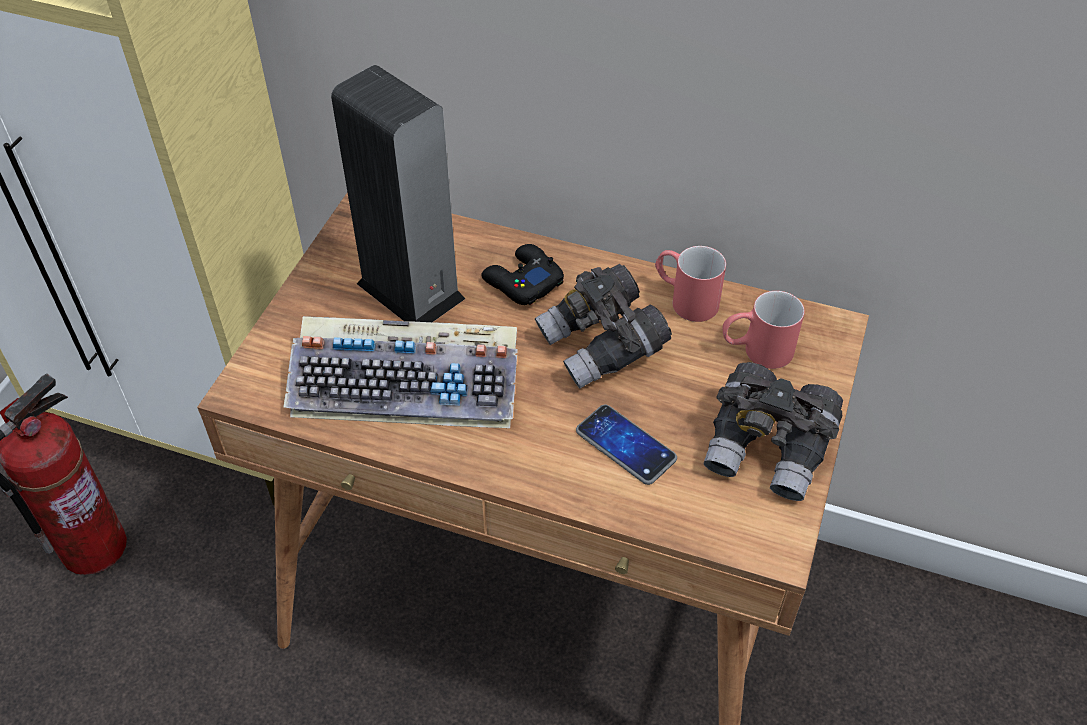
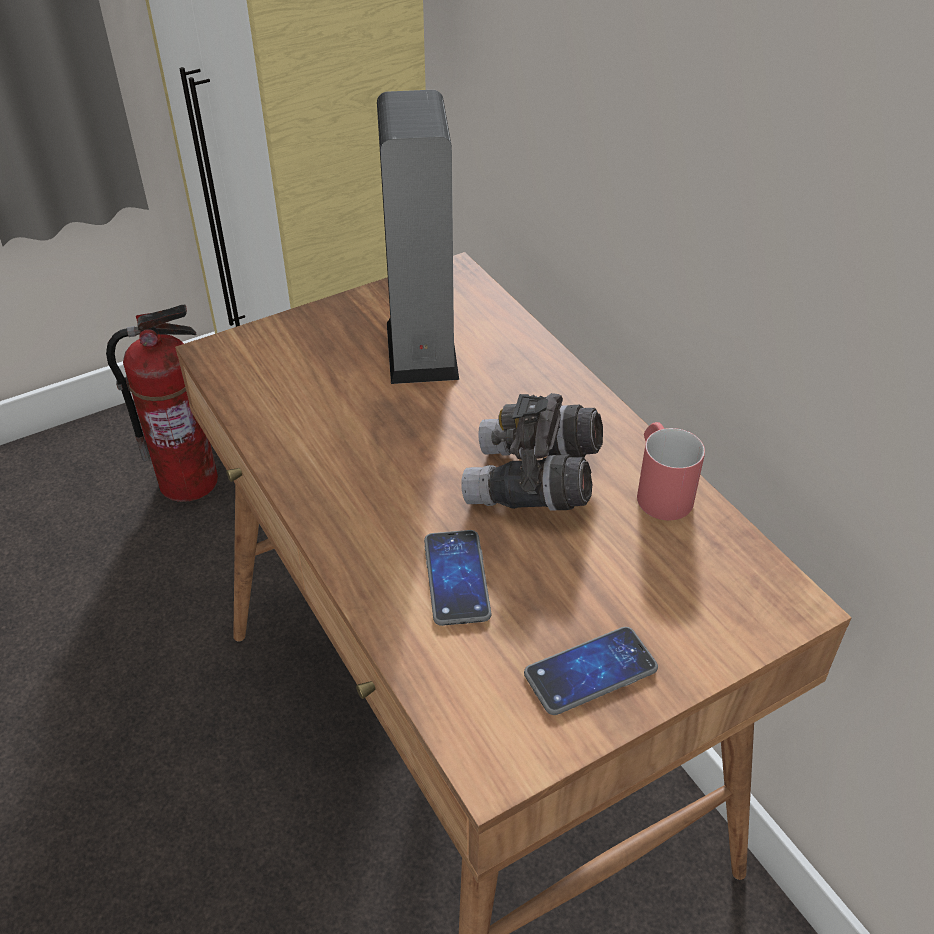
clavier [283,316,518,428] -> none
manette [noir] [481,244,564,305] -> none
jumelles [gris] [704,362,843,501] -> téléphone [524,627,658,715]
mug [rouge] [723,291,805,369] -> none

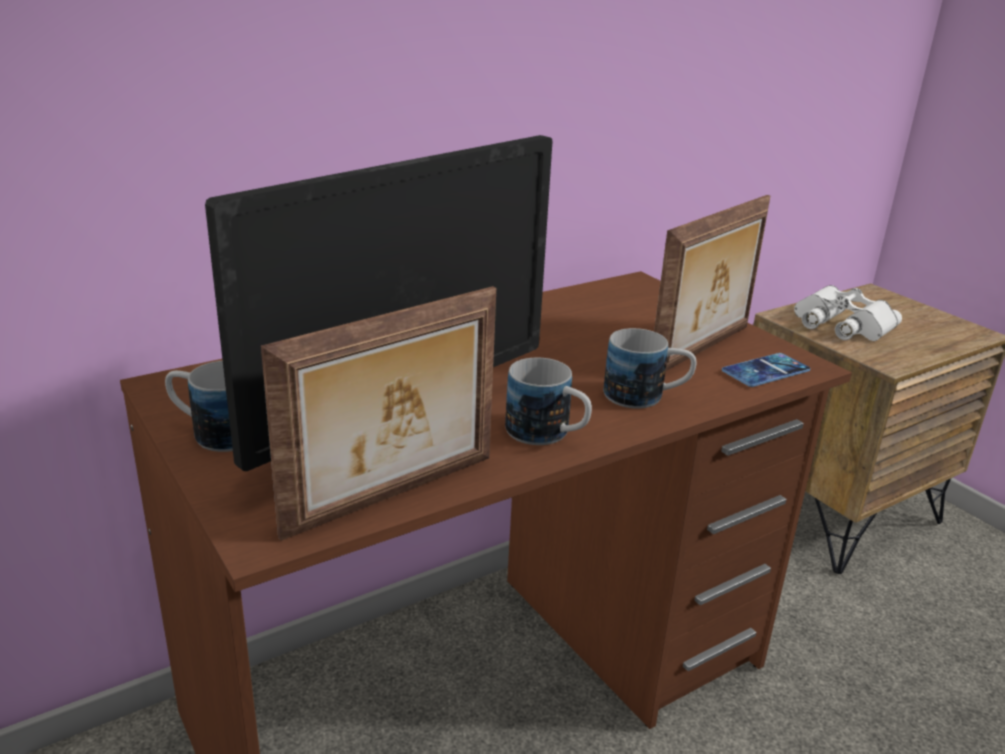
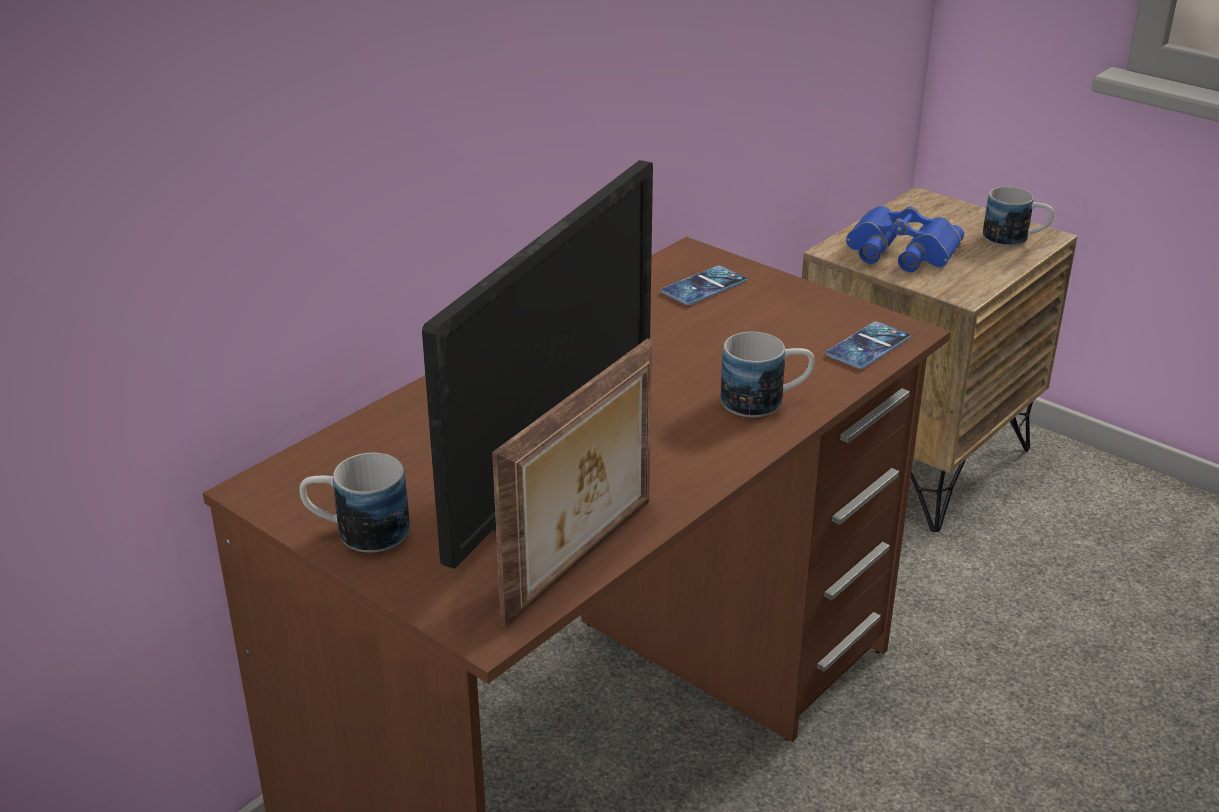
mug [505,357,592,445] -> mug [983,187,1054,247], move
cadre photo [654,195,770,371] -> none
jumelles [blanc] [794,285,902,341] -> jumelles [bleu] [846,205,964,272]
none -> téléphone [661,266,747,305]

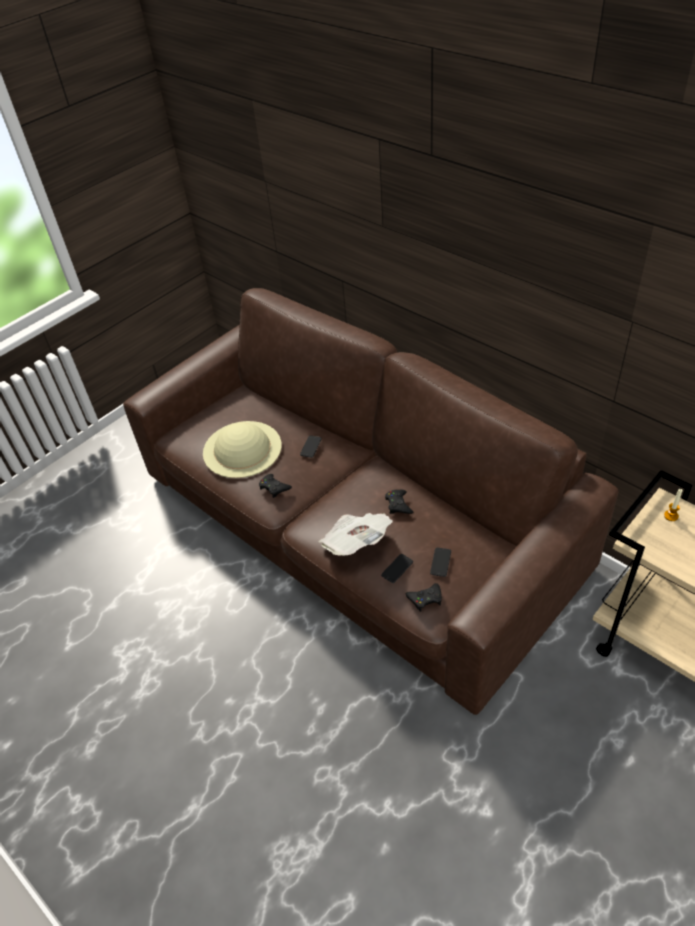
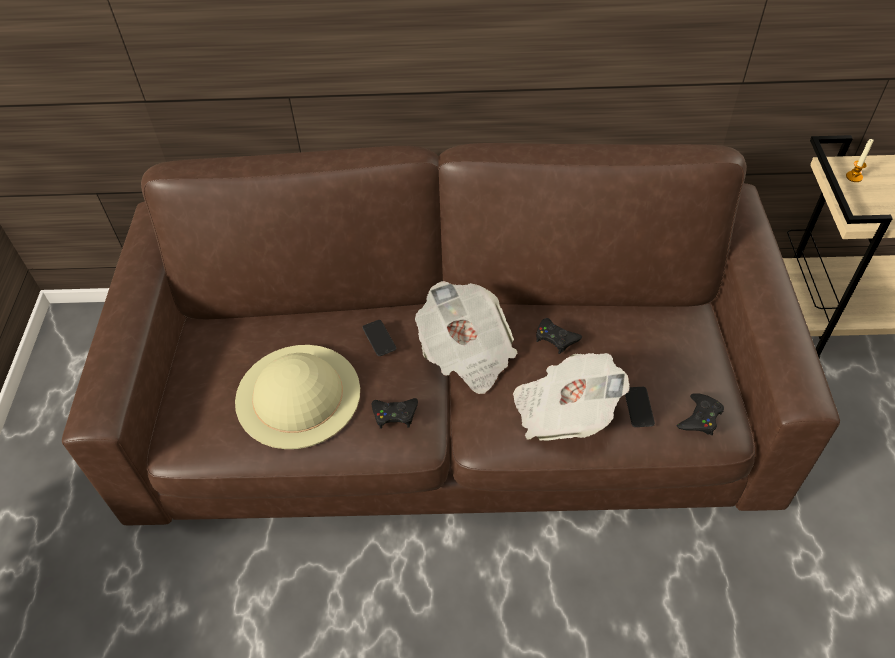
téléphone [430,547,451,577] -> none
none -> journal [415,281,517,394]

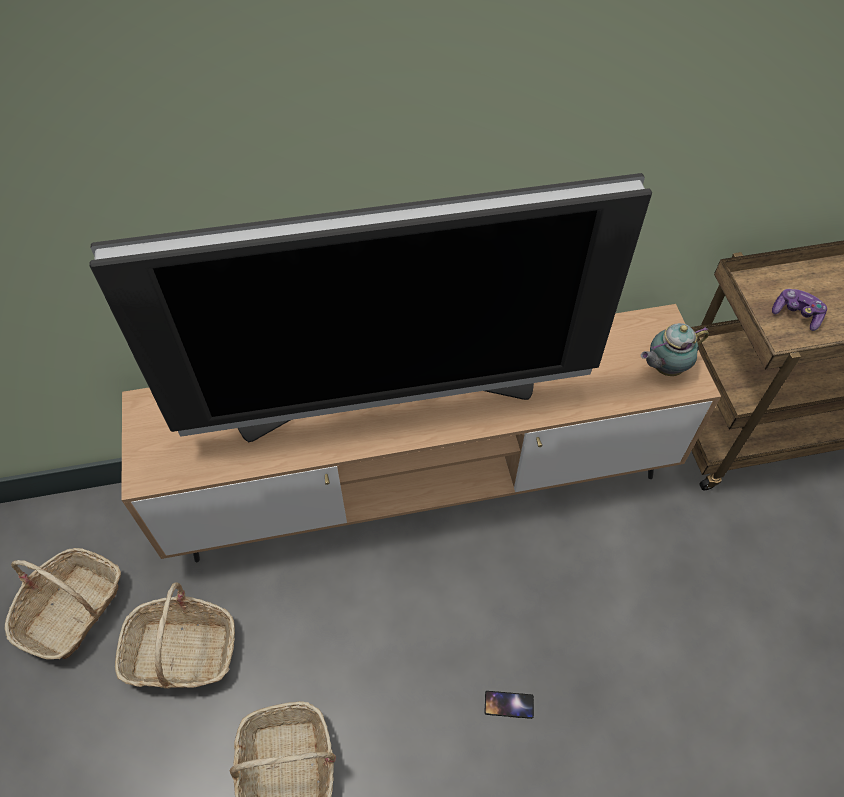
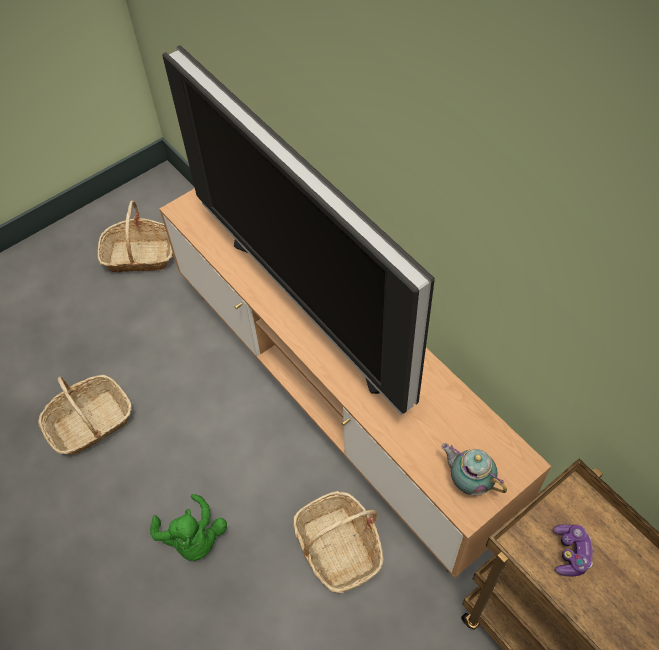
panier [115,582,235,689] -> panier [293,491,384,593], move
téléphone [484,691,534,719] -> peluche [vert] [150,494,227,561]

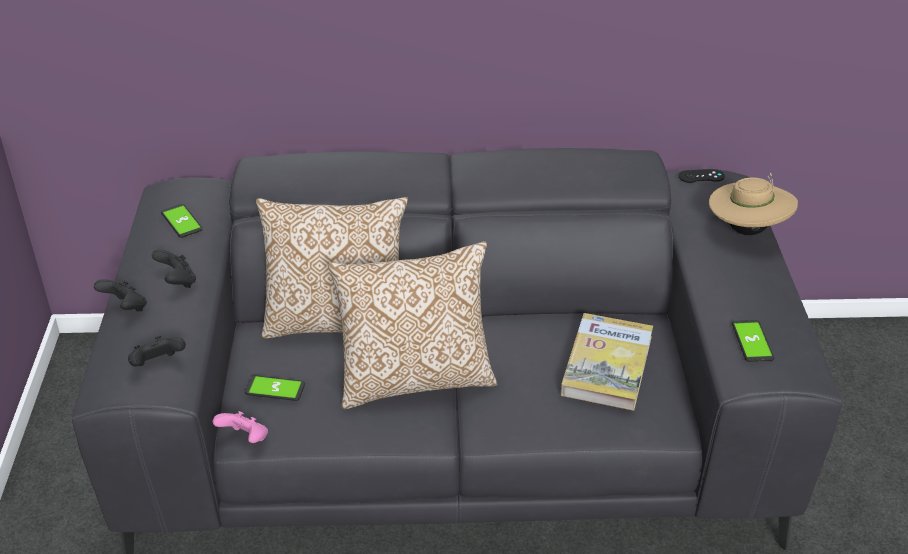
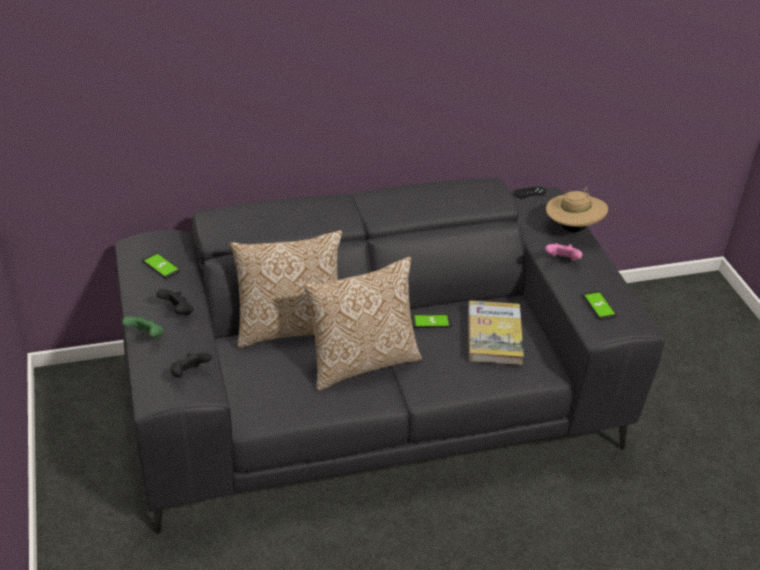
manette [noir] [94,279,147,311] -> manette [vert] [122,316,164,338]
manette [rose] [213,411,268,443] -> manette [rose] [545,243,582,261], move
téléphone [245,375,305,401] -> téléphone [411,314,452,328], move

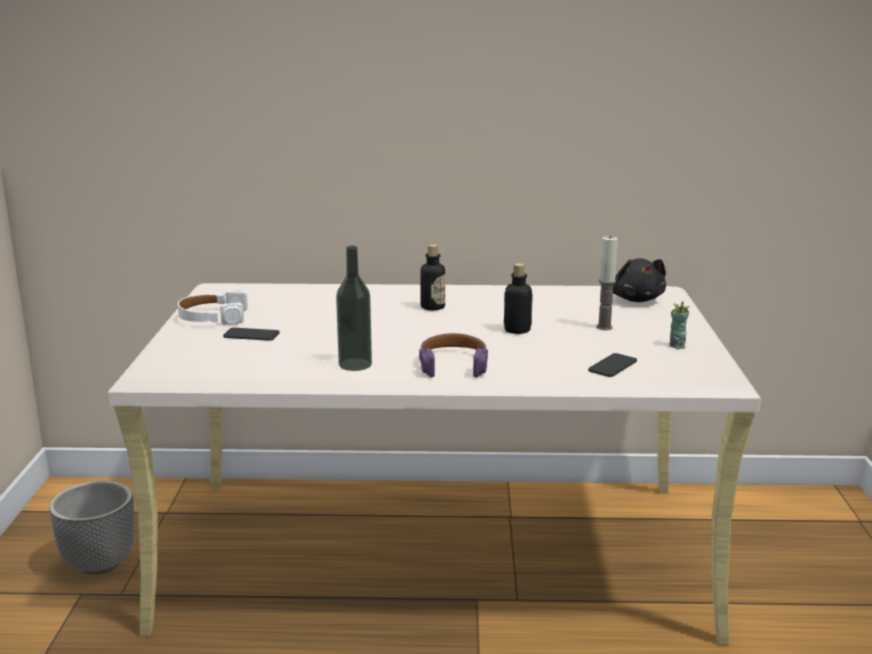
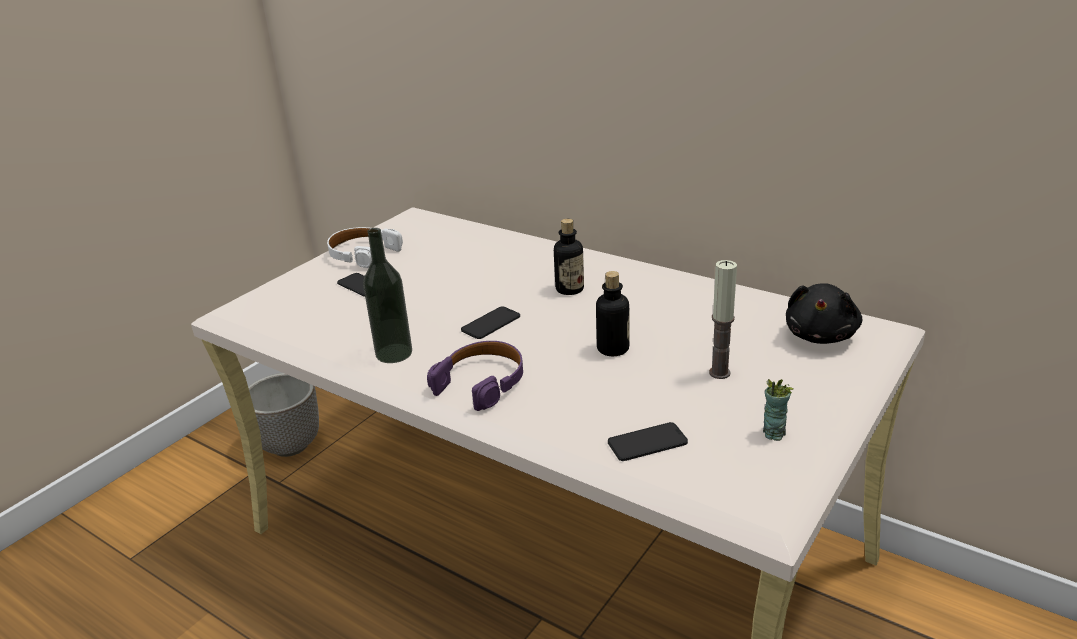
none -> téléphone [461,306,520,339]

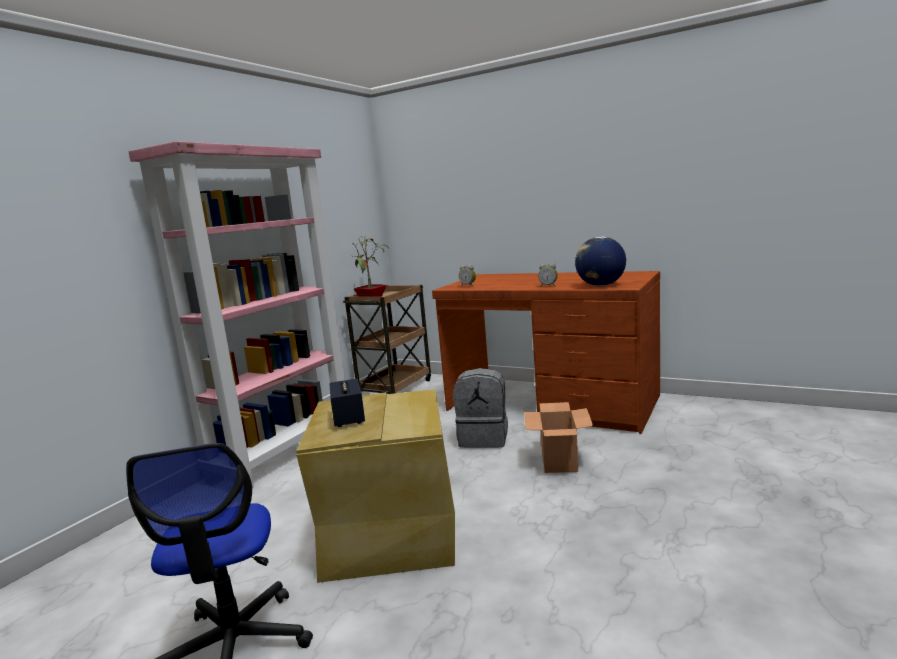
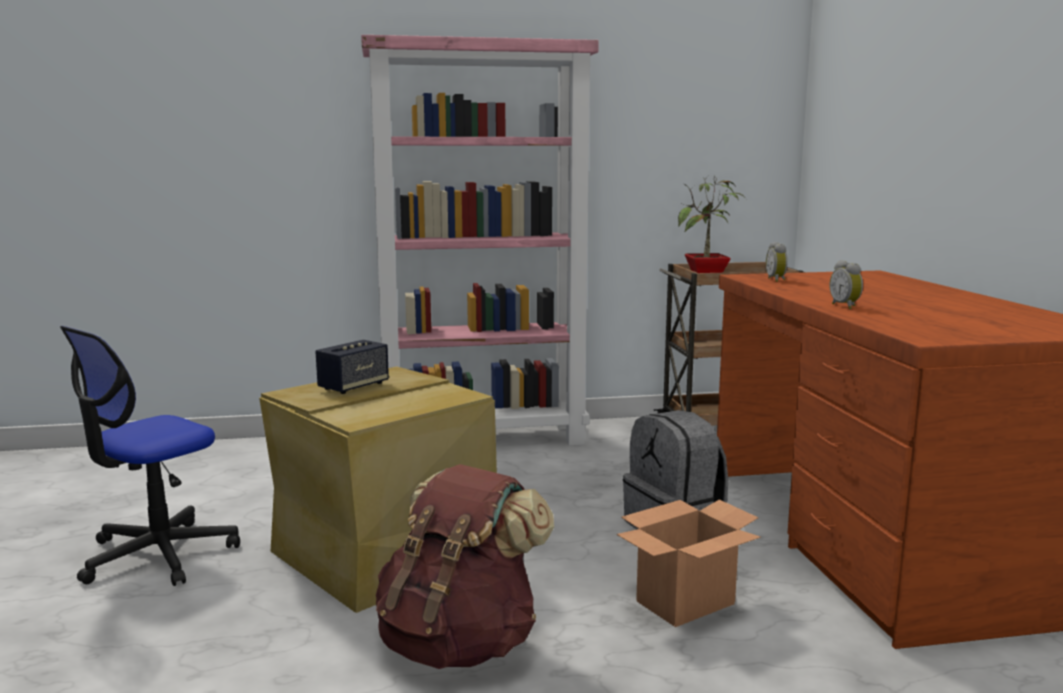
globe [575,237,626,286] -> none
none -> sac à dos [marron] [376,464,554,669]

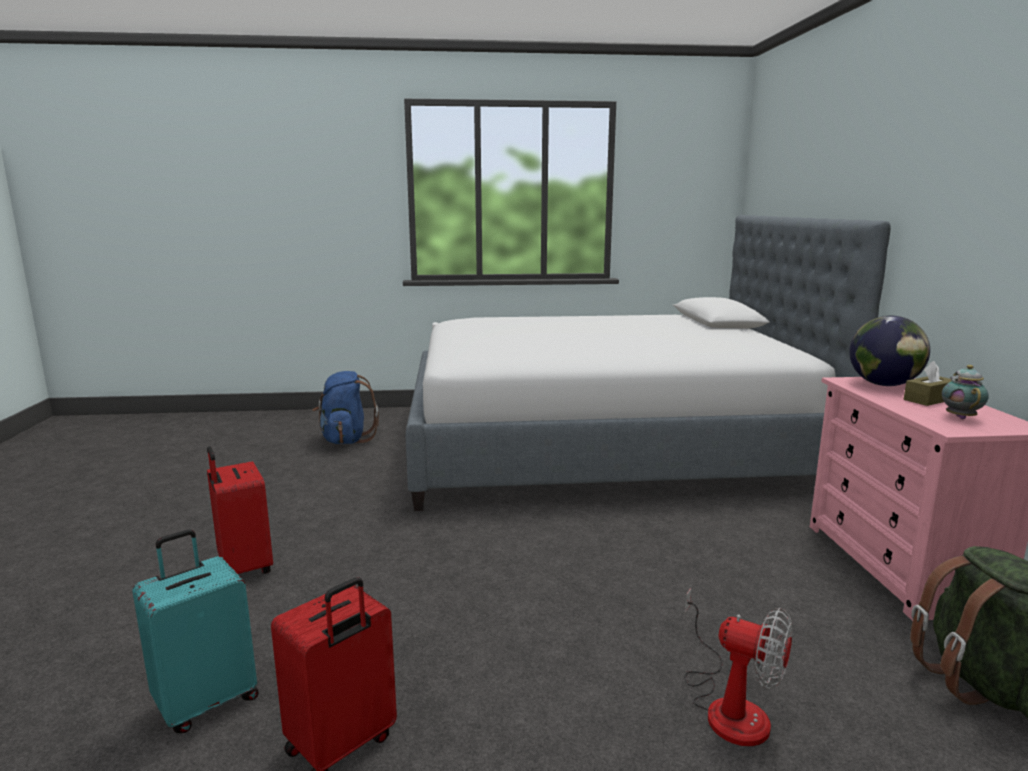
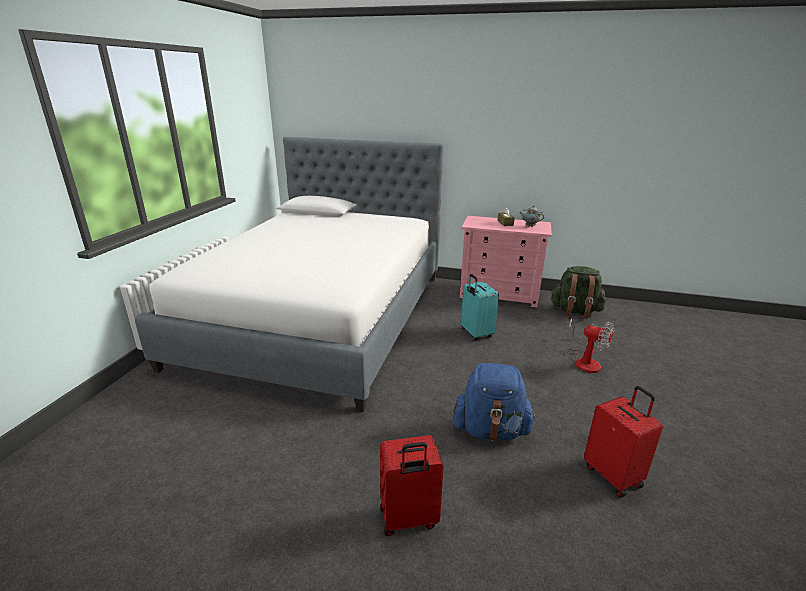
valise [turquoise] [132,529,259,733] -> valise [turquoise] [461,274,499,341], move
sac à dos [bleu] [312,371,379,444] -> sac à dos [bleu] [453,363,536,441], move
ventilateur [684,588,793,746] -> ventilateur [567,319,614,373], 75 degrees clockwise
globe [849,316,930,386] -> none

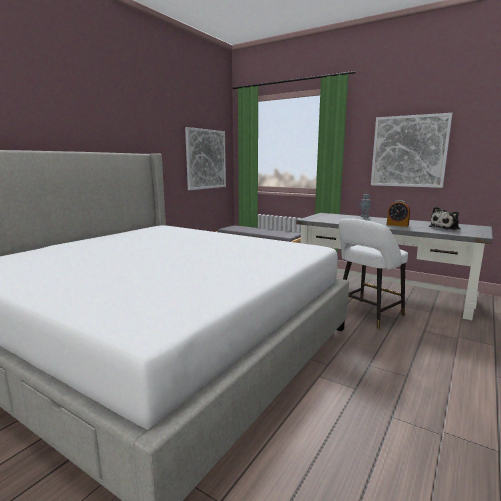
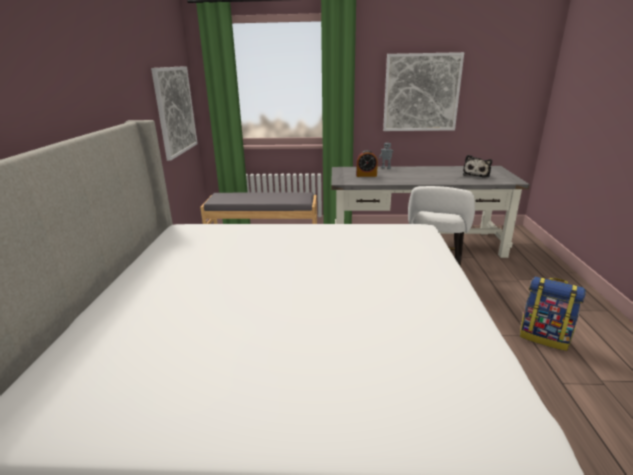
réveil [387,200,410,227] -> réveil [356,150,378,177], move
none -> sac à dos [520,276,586,351]

